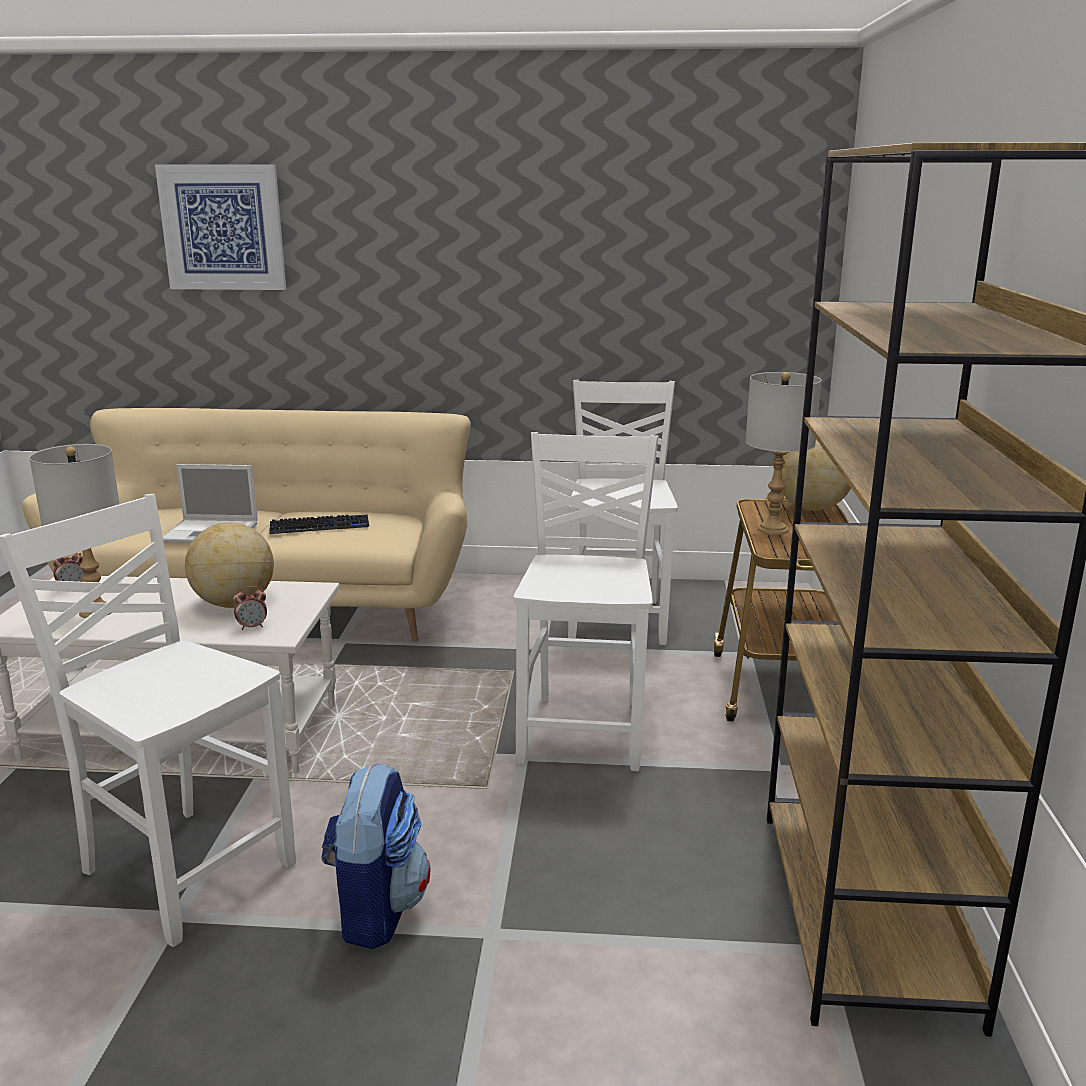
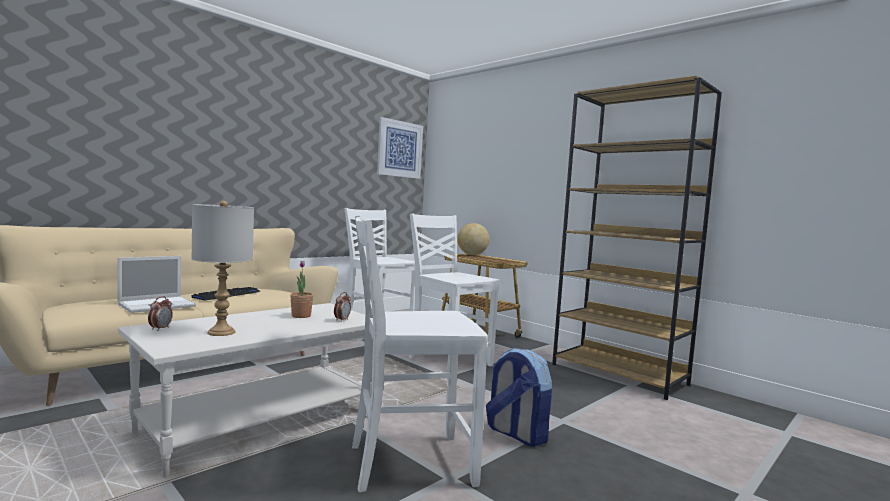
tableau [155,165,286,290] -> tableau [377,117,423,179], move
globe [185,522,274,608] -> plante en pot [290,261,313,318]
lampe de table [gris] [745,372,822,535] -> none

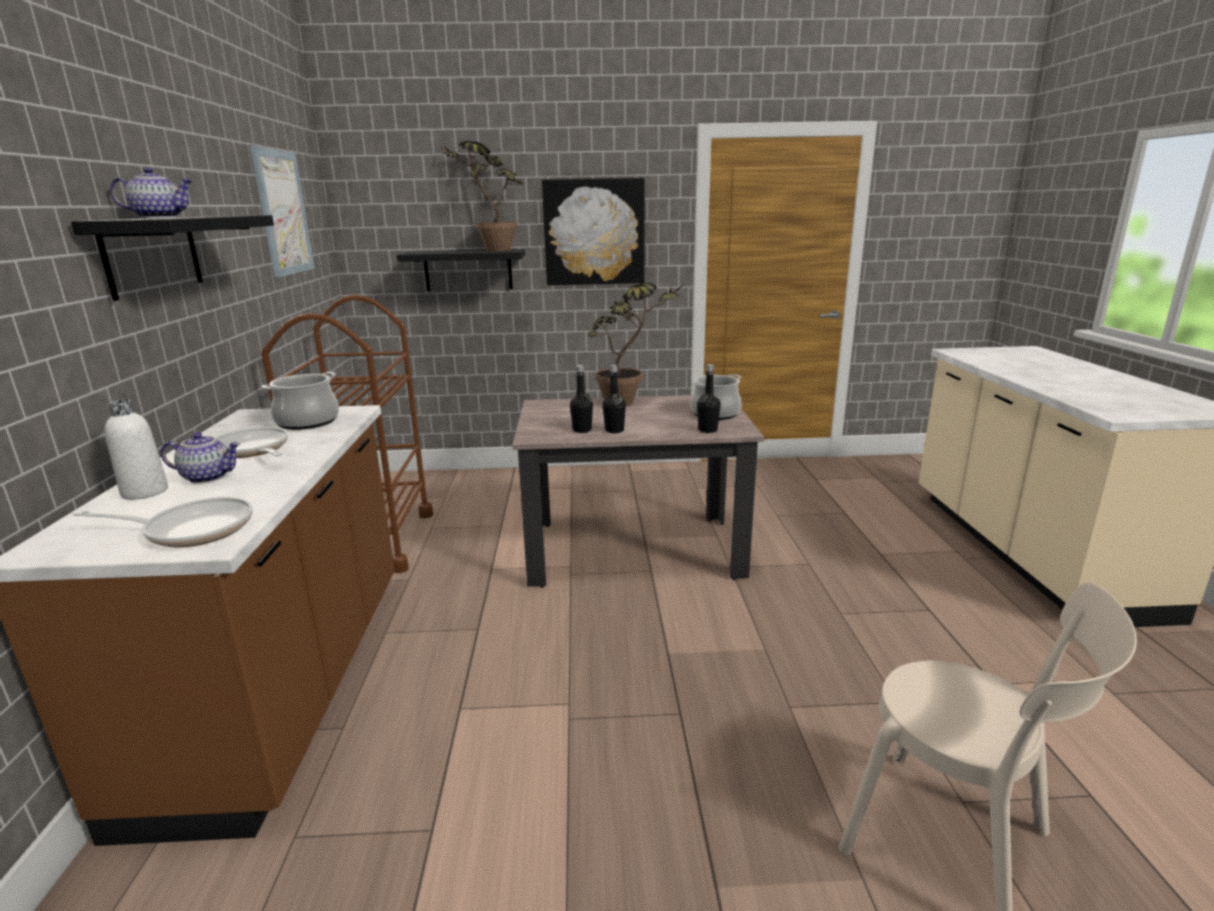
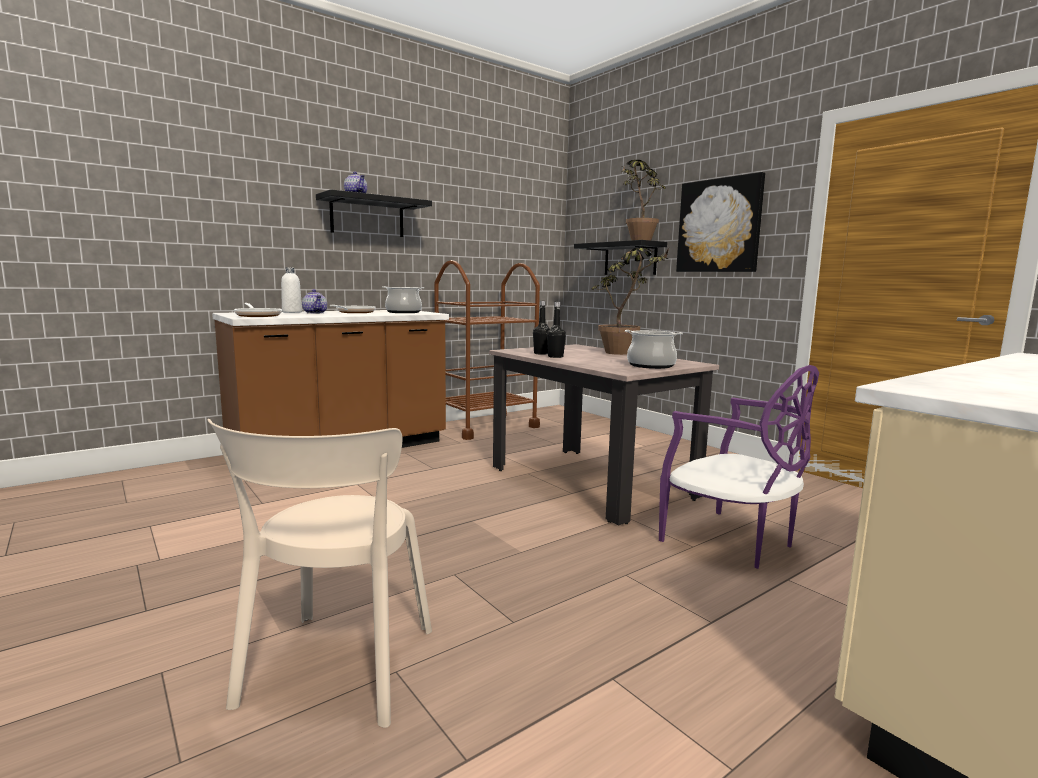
tableau [250,146,315,277] -> none
bouteille [noir] [697,364,721,433] -> none
none -> chaise [violet] [659,365,819,569]

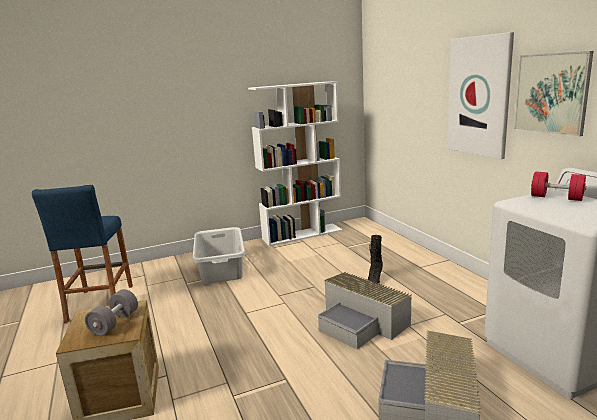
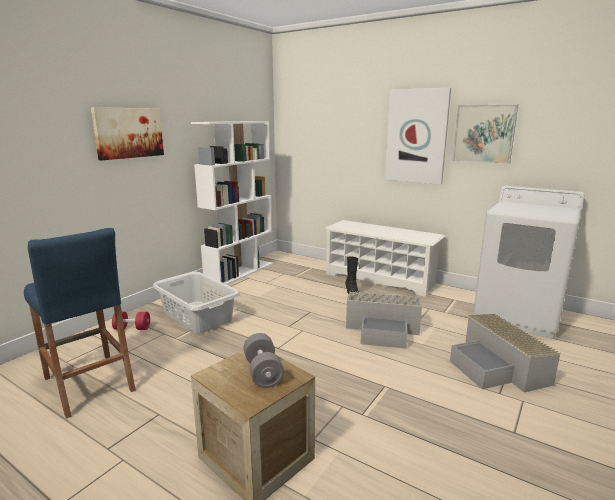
haltère [rouge] [531,171,586,201] -> haltère [rouge] [112,311,150,330], move
none -> tableau [91,107,164,161]
none -> étagère à chaussures [blanc] [324,220,445,297]

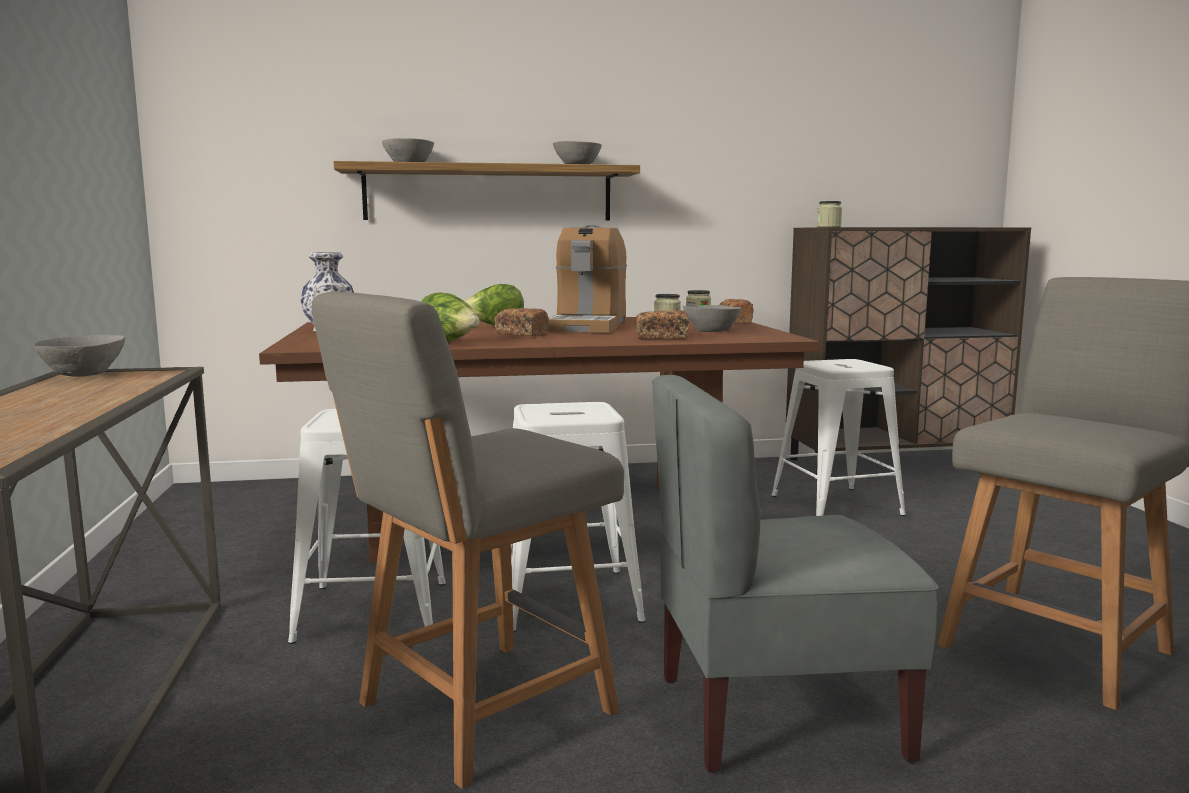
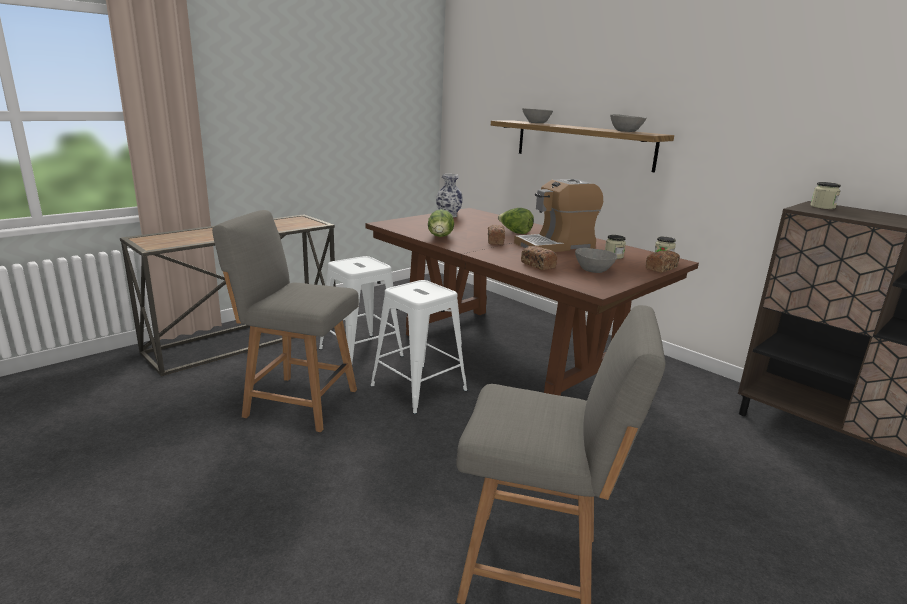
bol [gris] [33,334,125,377] -> none
chaise [gris] [652,375,939,773] -> none
tabouret [blanc] [771,359,906,516] -> none

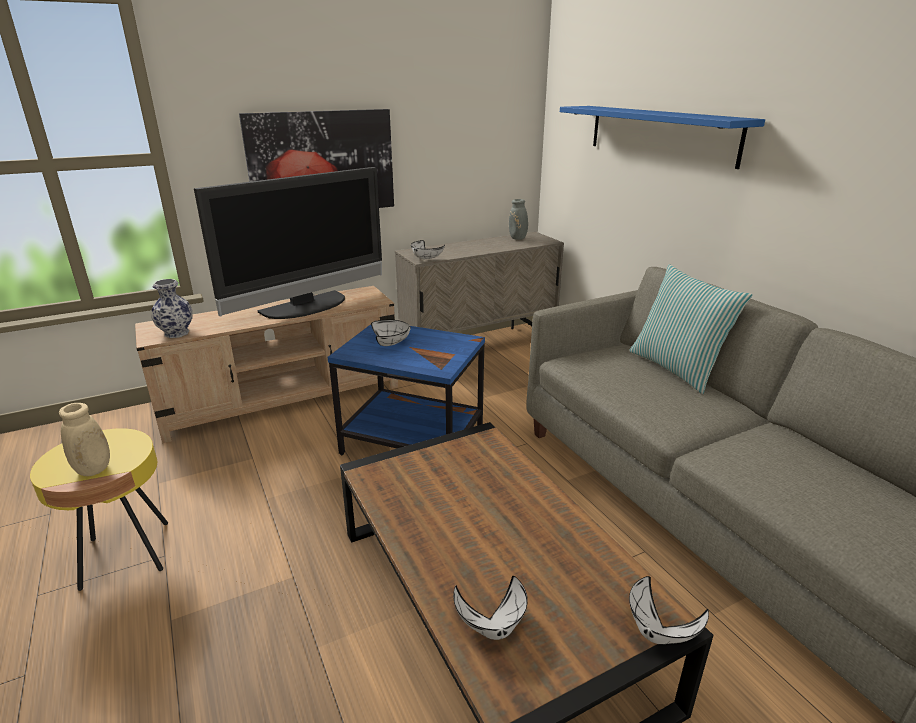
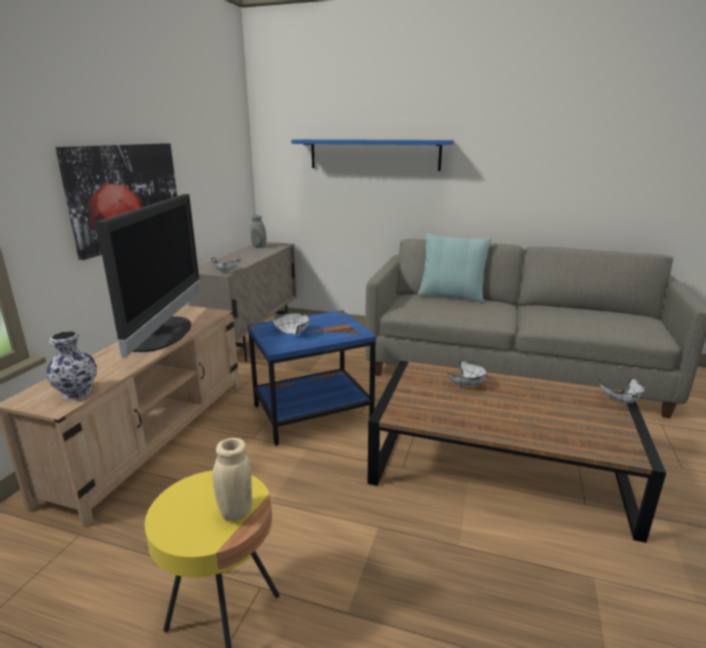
bol [blanc] [453,576,528,640] -> bol [blanc] [448,360,487,386], move

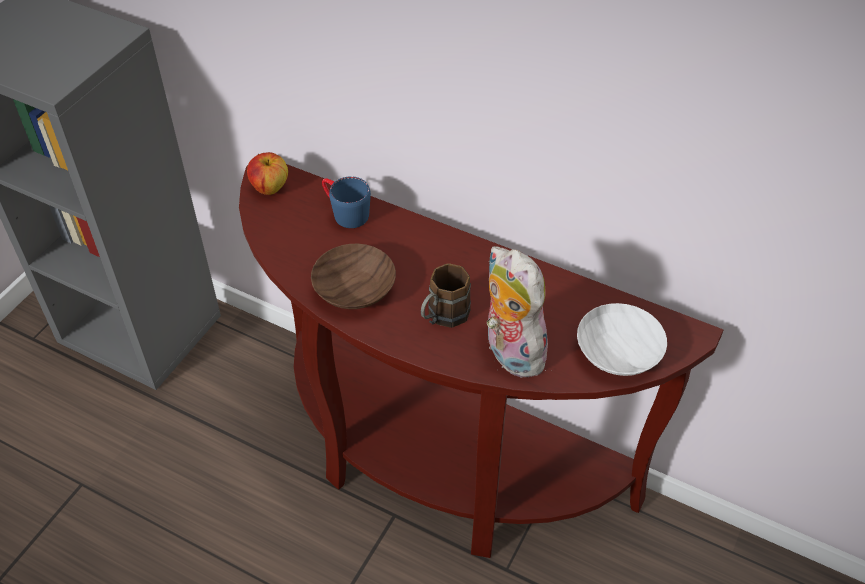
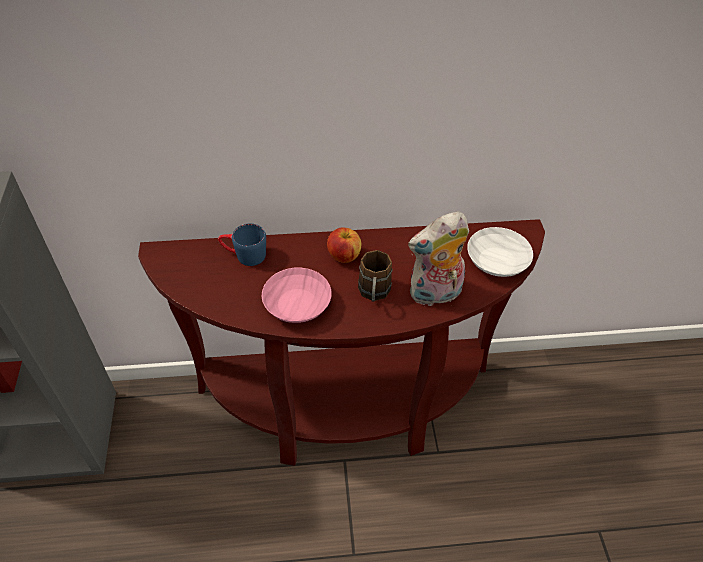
pomme [247,152,288,195] -> pomme [327,228,361,263], move
bol [marron] [311,244,396,309] -> bol [rose] [262,268,332,323]
peluche [487,246,551,378] -> peluche [408,211,469,307], 45 degrees counterclockwise

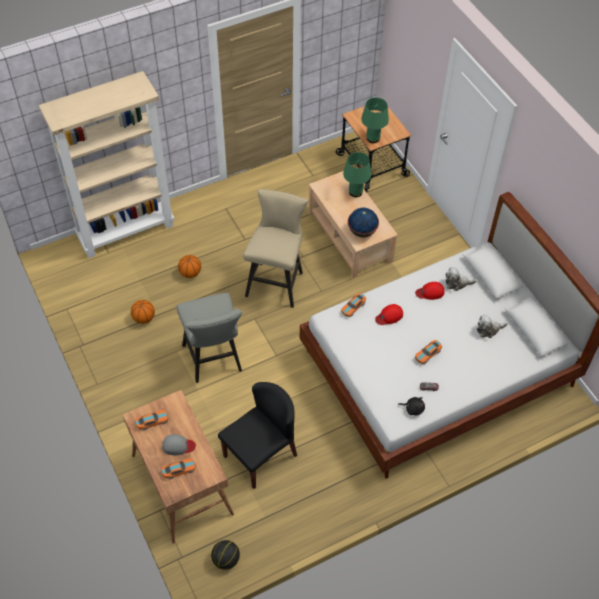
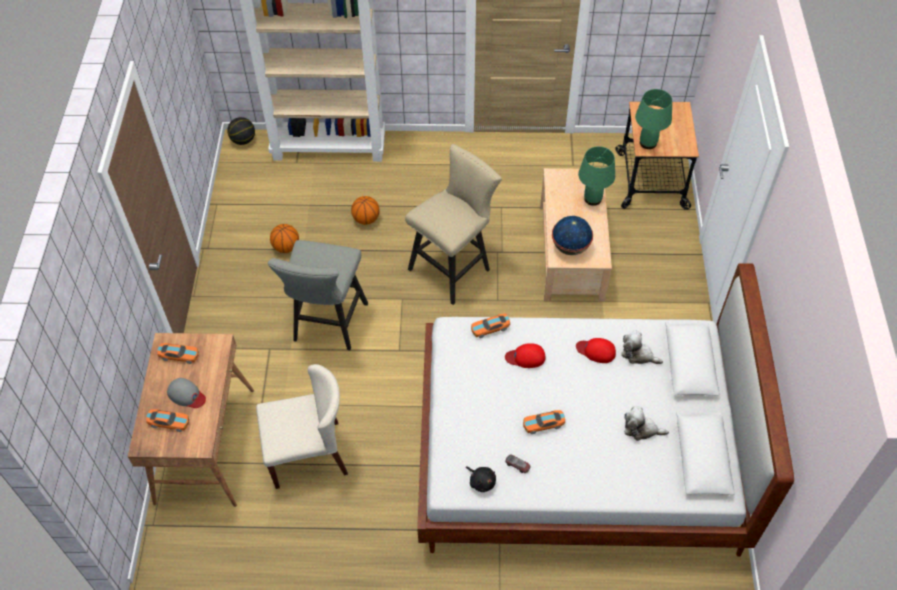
ballon de basket [211,540,240,570] -> ballon de basket [227,117,255,145], move
chaise [noir] [218,382,297,489] -> chaise [beige] [256,364,348,489]

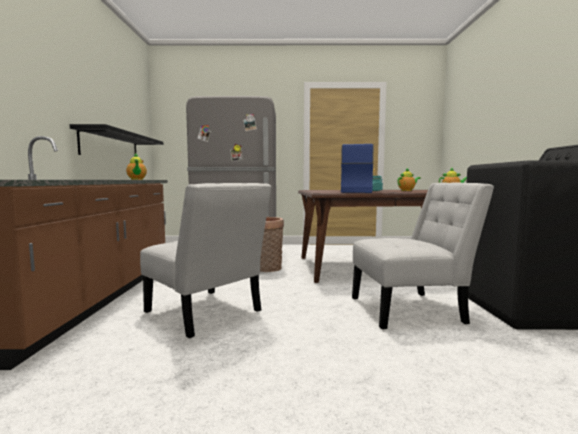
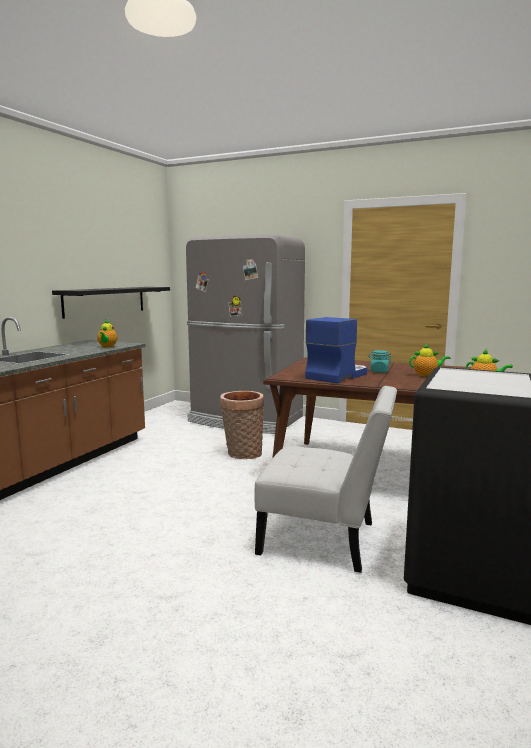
chaise [blanc] [140,183,271,338] -> none

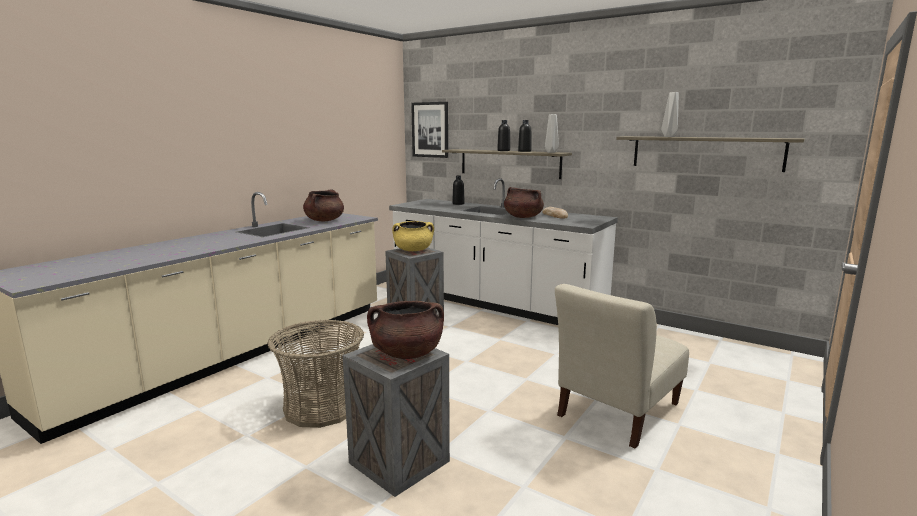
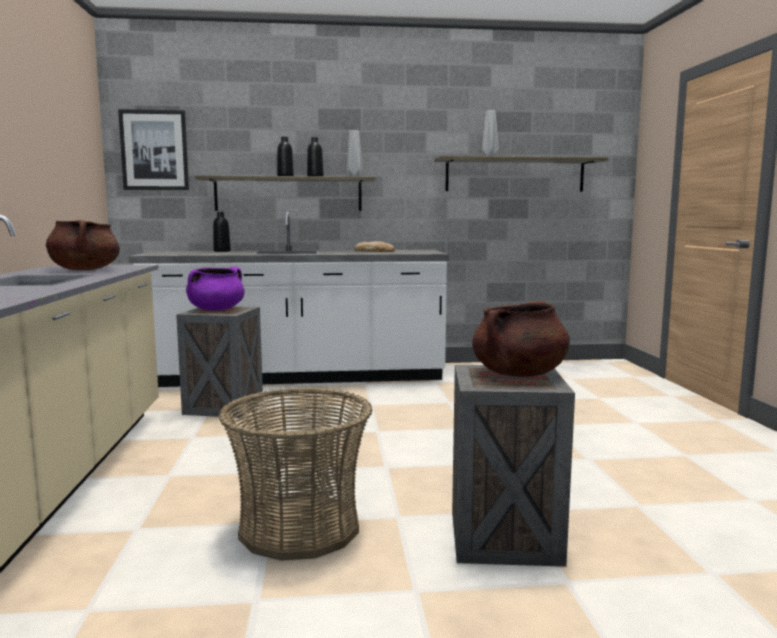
marmite [jaune] [392,221,434,251] -> marmite [violet] [186,267,244,310]
marmite [marron] [504,187,544,218] -> none
chaise [beige] [555,284,689,449] -> none

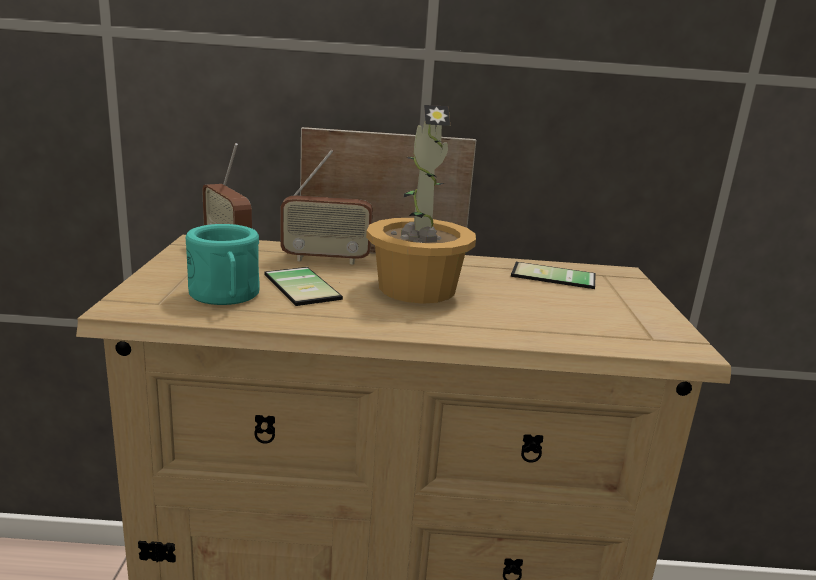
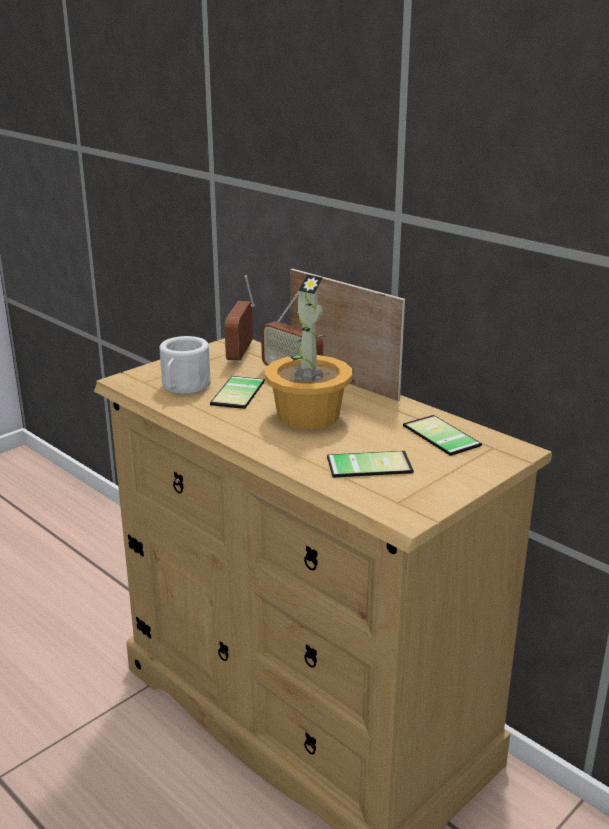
mug [turquoise] [186,224,260,305] -> mug [blanc] [160,336,210,394]
none -> téléphone [327,451,414,478]

